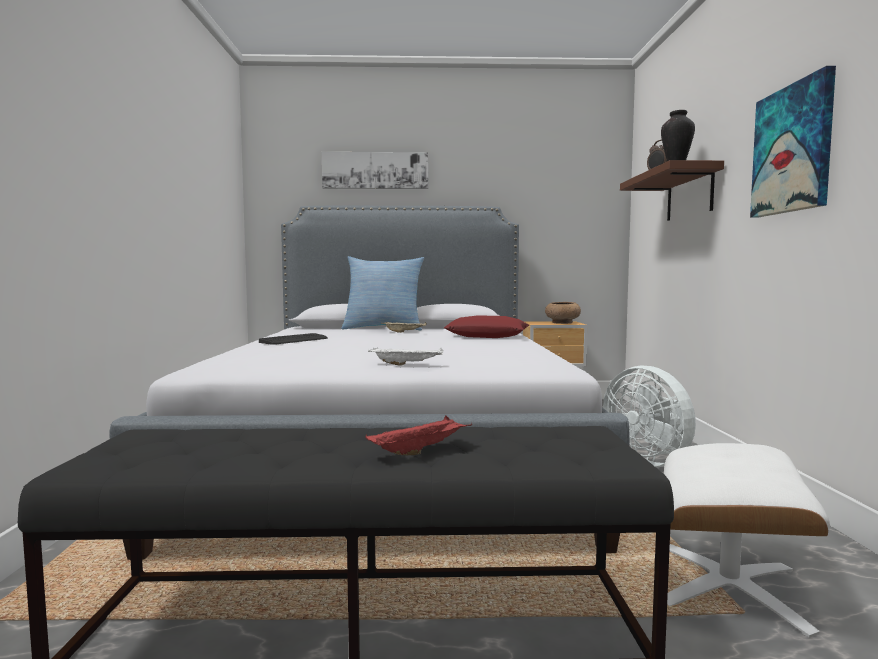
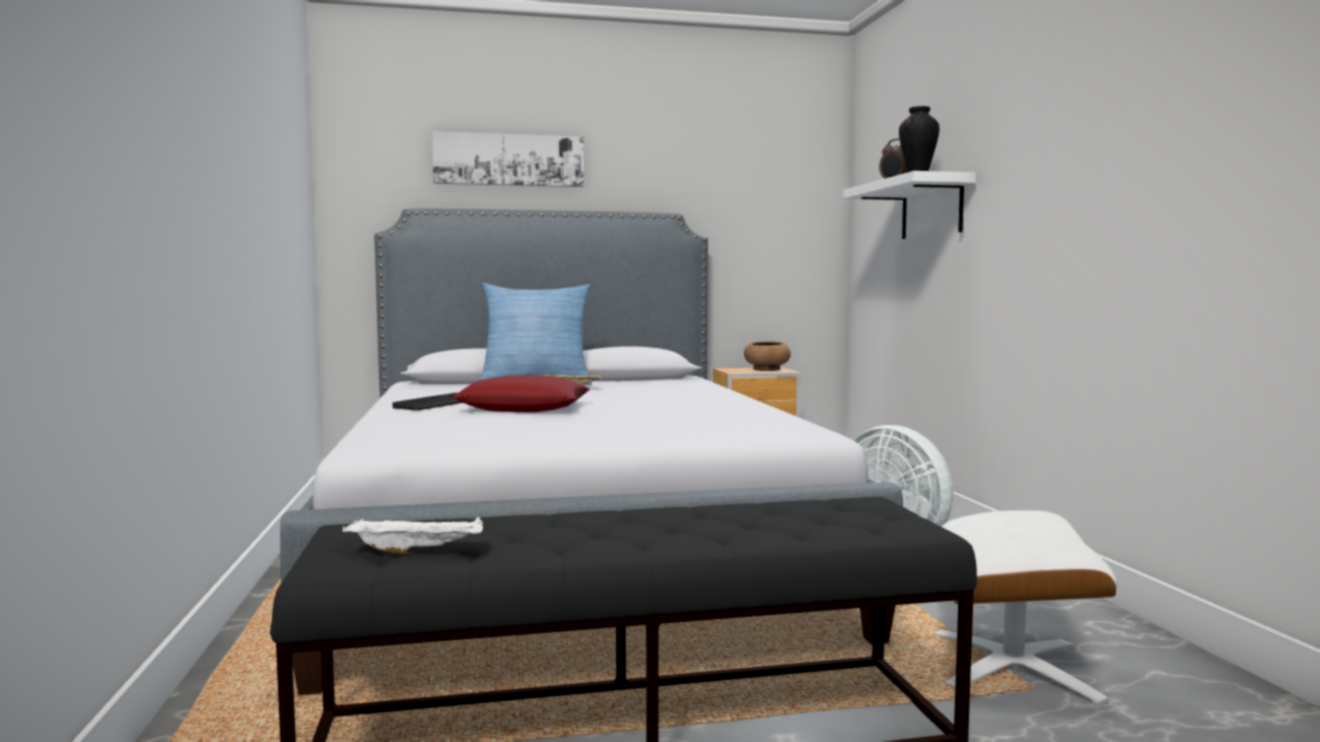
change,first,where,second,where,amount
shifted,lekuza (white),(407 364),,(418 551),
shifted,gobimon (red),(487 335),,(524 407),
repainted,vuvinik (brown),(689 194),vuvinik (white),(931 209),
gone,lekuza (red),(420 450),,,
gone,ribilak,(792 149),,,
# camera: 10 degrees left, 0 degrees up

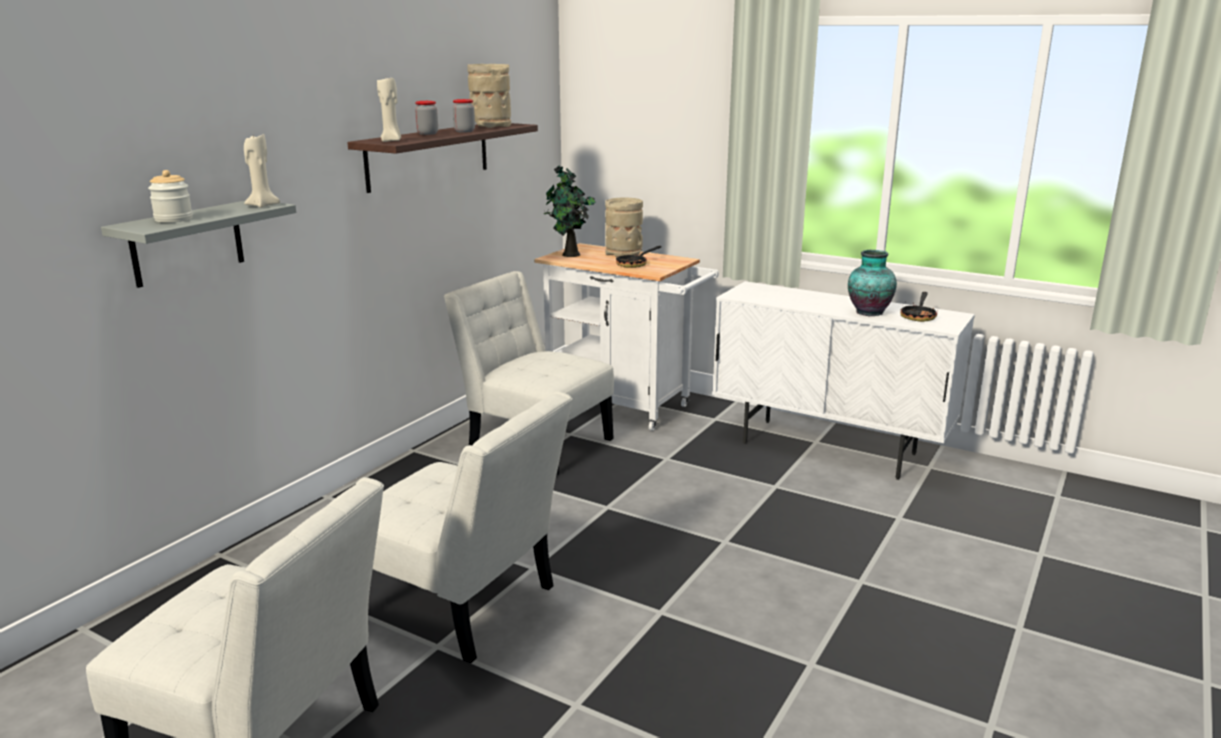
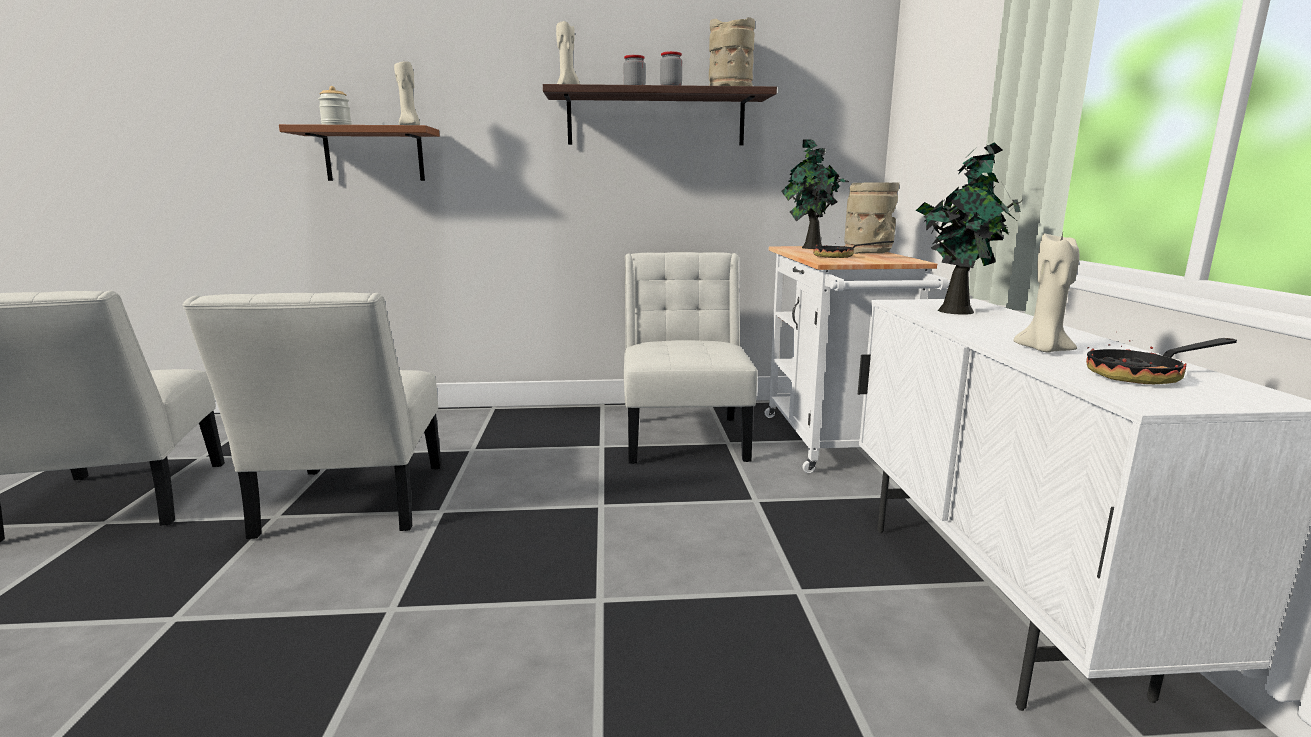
change,first,where,second,where,amount
repainted,vuvinik (grey),(187 243),vuvinik (brown),(374 155),
new,,,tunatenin,(956 310),
swapped,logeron,(868 312),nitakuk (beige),(1043 350),
# camera: 55 degrees right, 5 degrees down

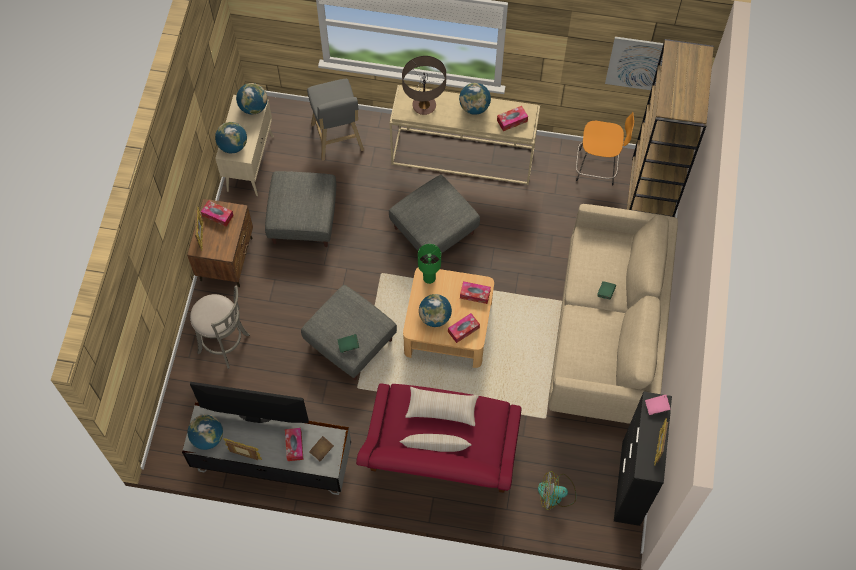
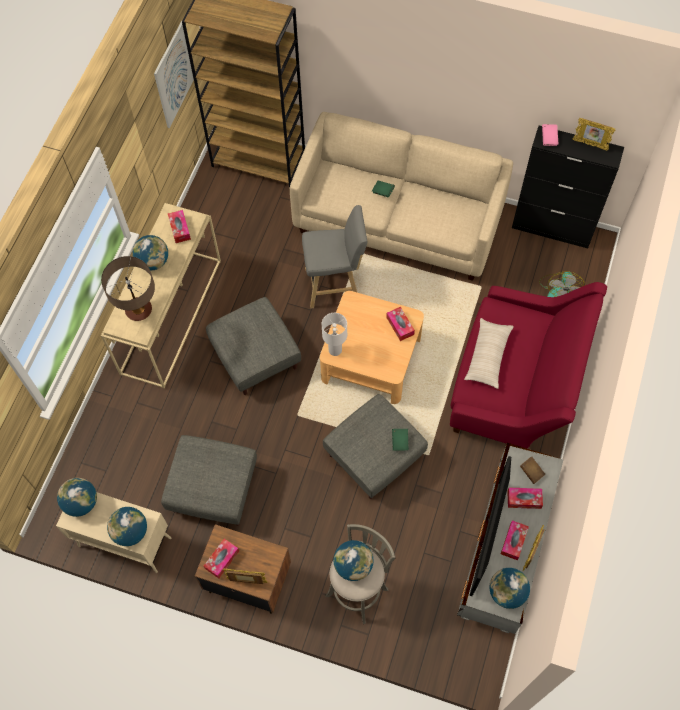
change,first,where,second,where,amount
shifted,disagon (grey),(338 140),,(335 285),
repainted,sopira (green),(429 278),sopira (white),(334 350),
shifted,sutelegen,(435 317),,(353 565),
shifted,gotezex,(475 294),,(513 541),
gone,gobimon (beige),(435 447),,,
gone,disagon (orange),(598 167),,,
# camera: 80 degrees left, 0 degrees up

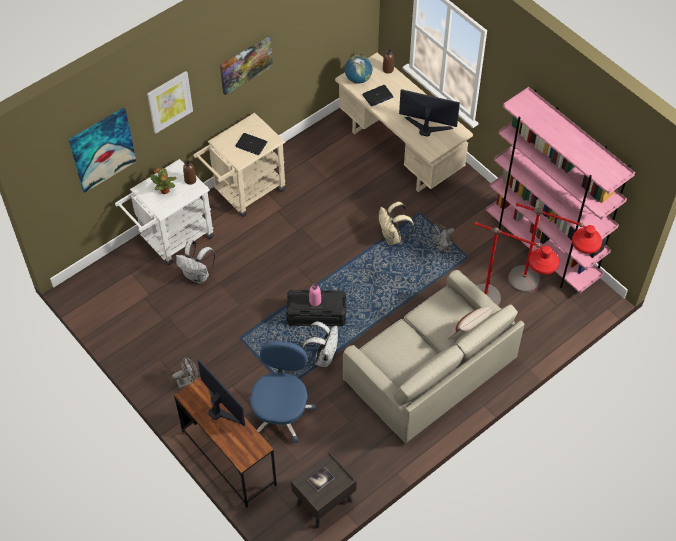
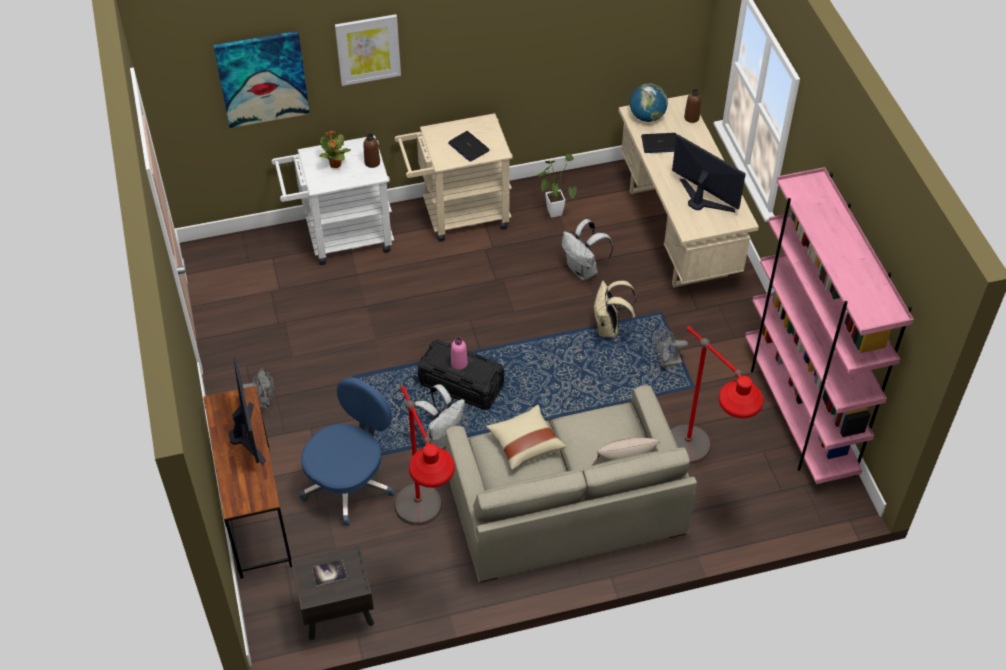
change,first,where,second,where,amount
shifted,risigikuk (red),(540 294),,(426 533),
new,,,gobimon (beige),(525 444),
new,,,tunatenin,(553 210),
shifted,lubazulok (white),(198 275),,(584 270),
gone,ribilak,(245 64),,,
# camera: 25 degrees right, 5 degrees down

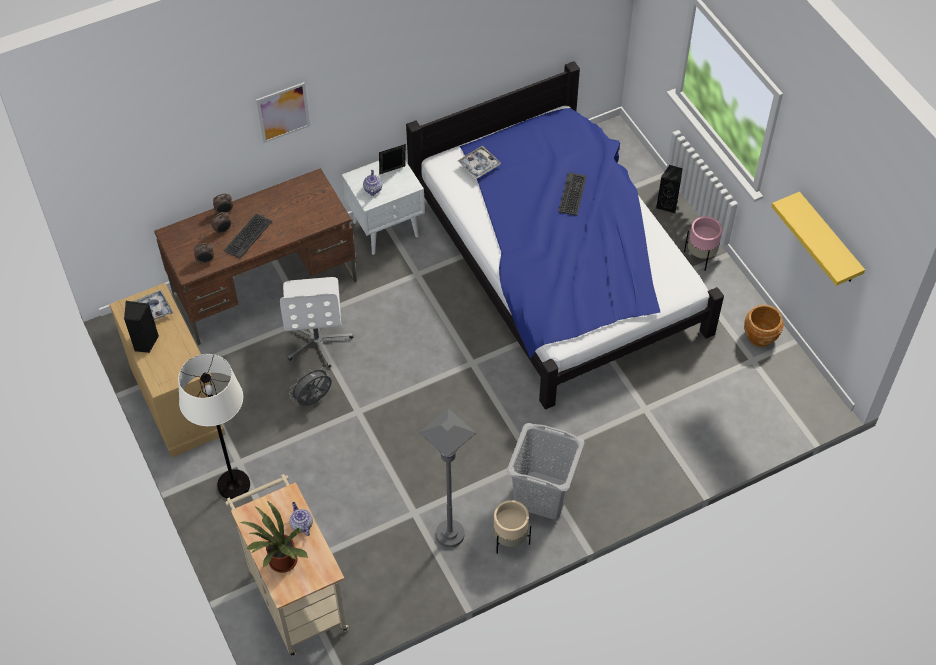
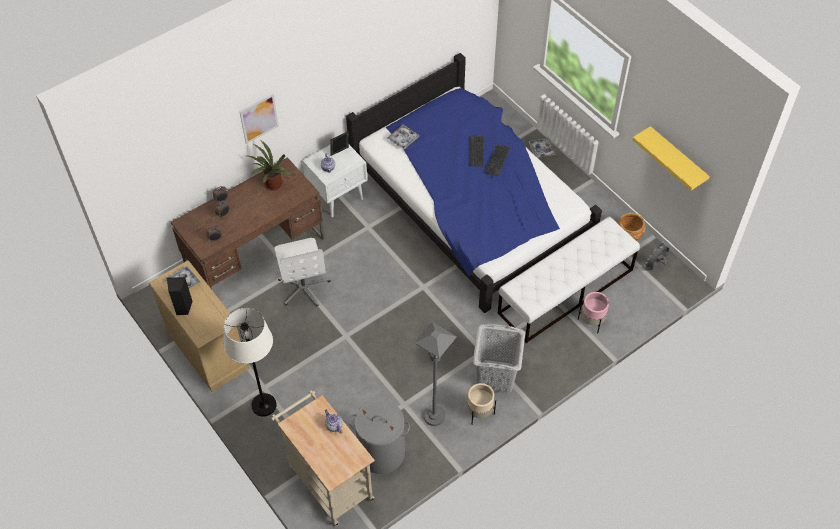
change,first,where,second,where,amount
shifted,tunatenin,(280 562),,(272 185),
new,,,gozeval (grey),(381 453),
shifted,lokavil,(247 236),,(497 160),
new,,,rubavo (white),(566 291),
swapped,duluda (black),(668 204),lekuza,(541 150),
shifted,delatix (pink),(700 257),,(591 322),
shifted,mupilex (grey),(314 400),,(655 266),
# camera: 10 degrees left, 0 degrees up

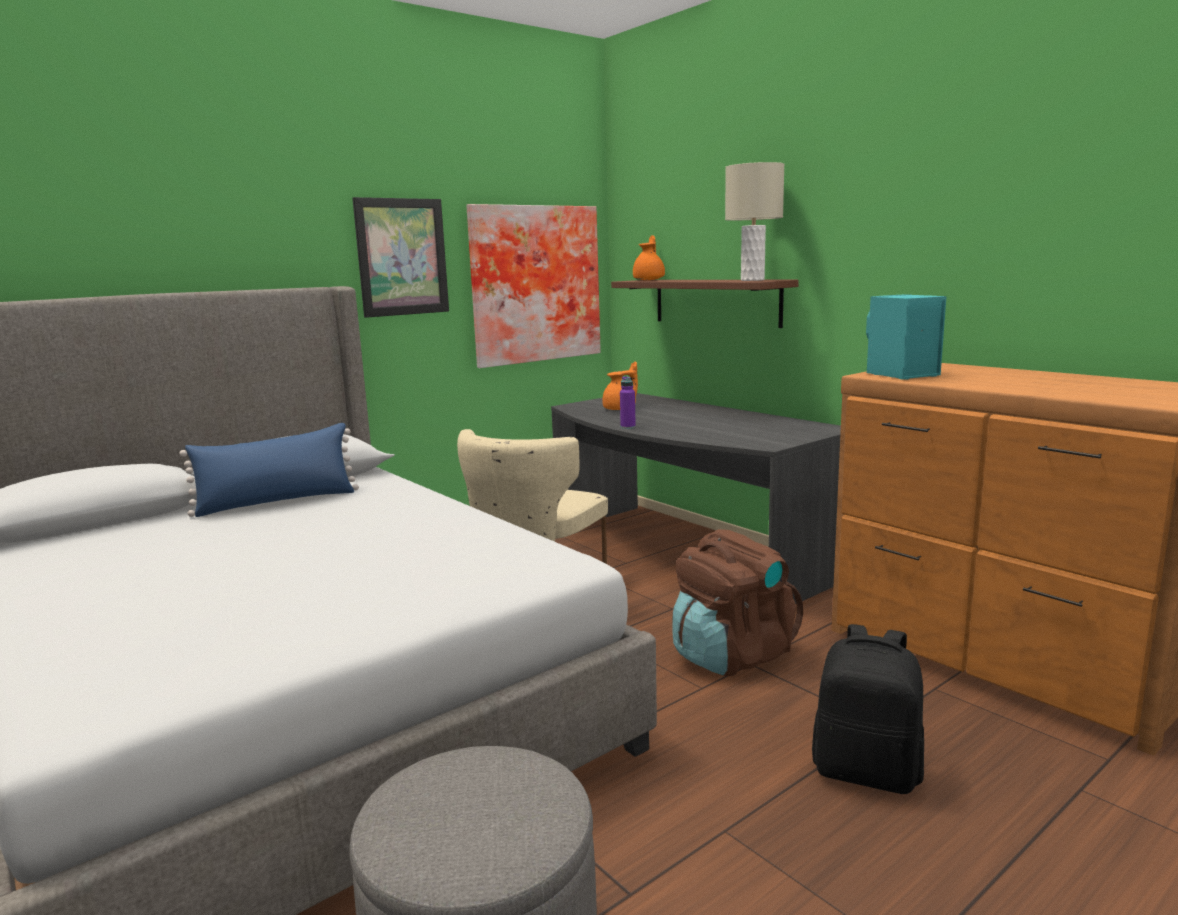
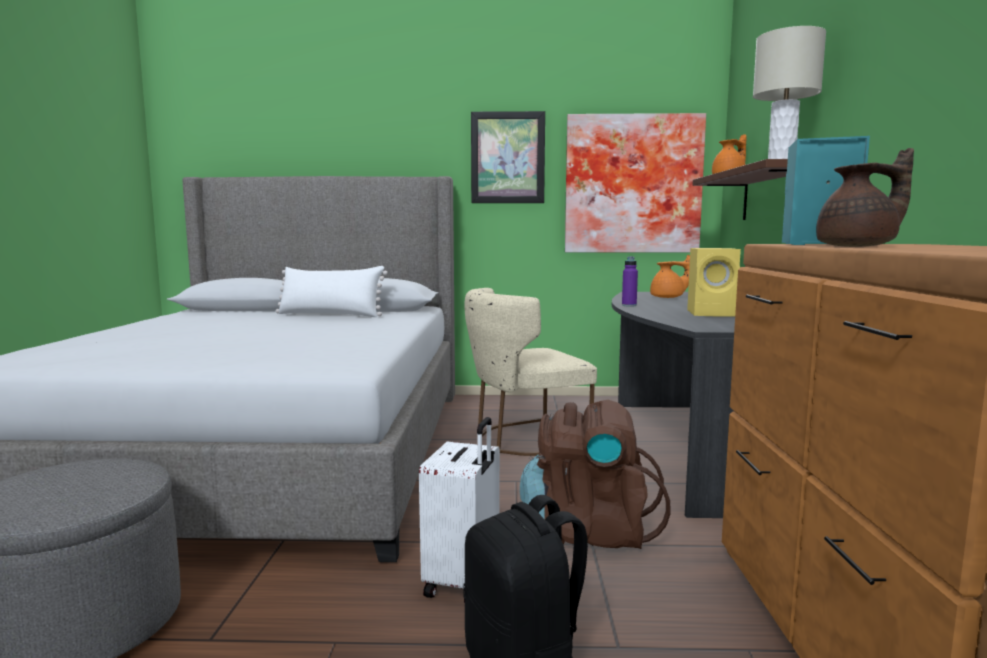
change,first,where,second,where,amount
repainted,gobimon (blue),(277 502),gobimon (white),(330 315),
new,,,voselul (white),(464 581),
new,,,duluda (yellow),(713 314),
new,,,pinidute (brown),(860 246),
# camera: 40 degrees right, 5 degrees down

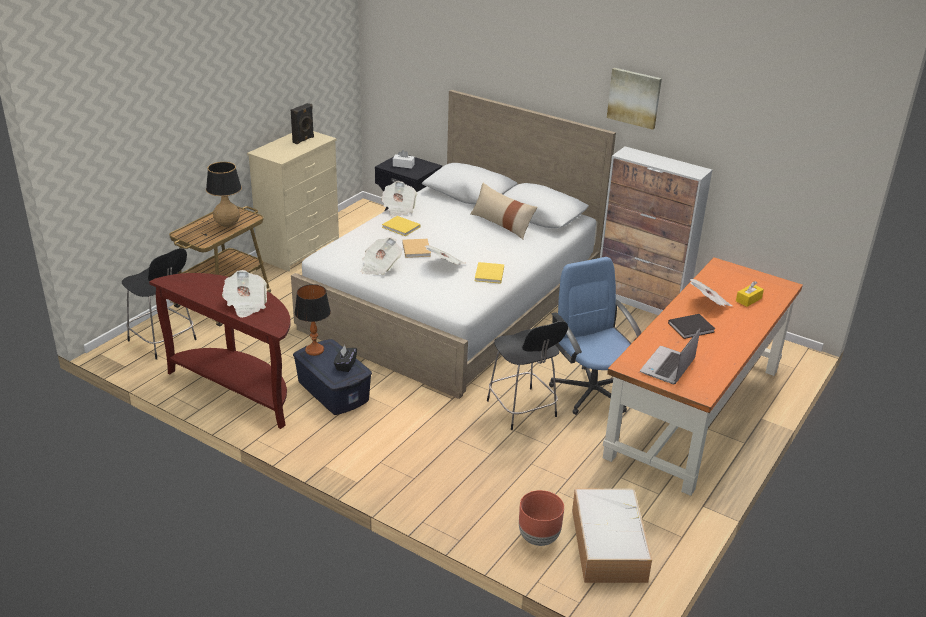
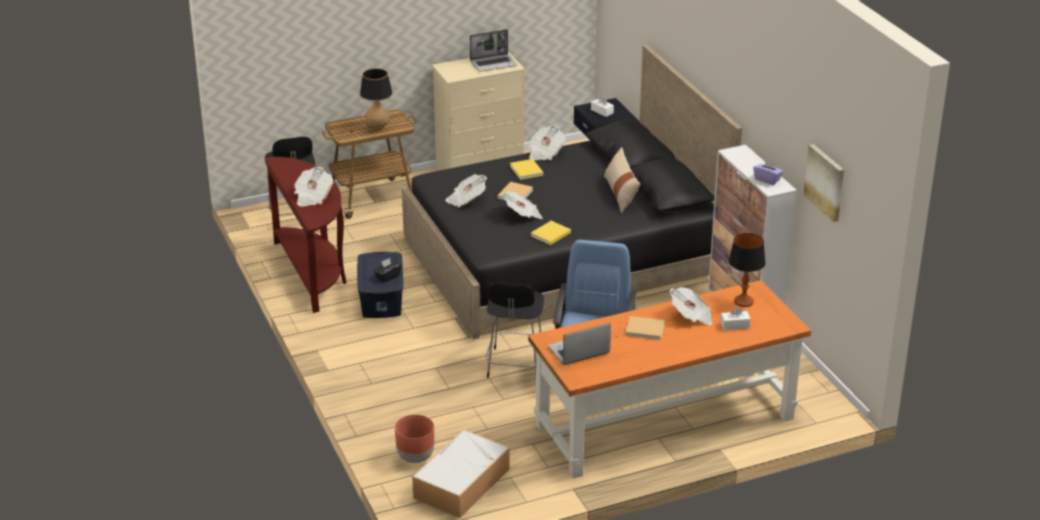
change,first,where,second,where,amount
repainted,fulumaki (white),(454 302),fulumaki (black),(564 260),
swapped,duluda (black),(304 140),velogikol,(494 63),
repainted,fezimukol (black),(692 327),fezimukol (beige),(646 329),
repainted,gotezex (yellow),(748 300),gotezex (white),(735 325),
shifted,sopira,(315 350),,(744 302),
new,,,gotezex (purple),(767 179),
shifted,ribilak,(634 97),,(825 182),
# camera: 35 degrees right, 0 degrees up

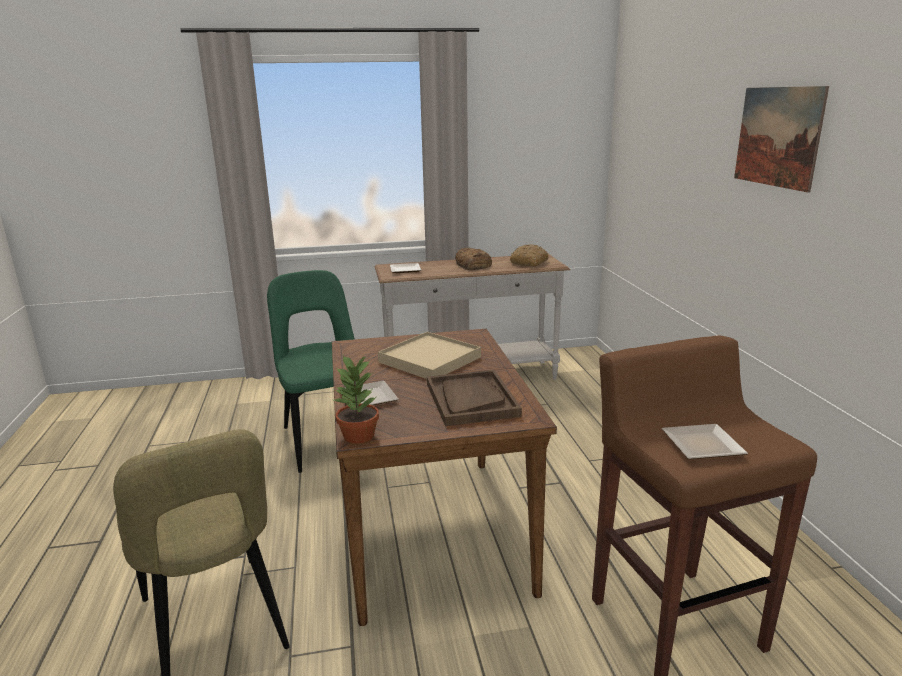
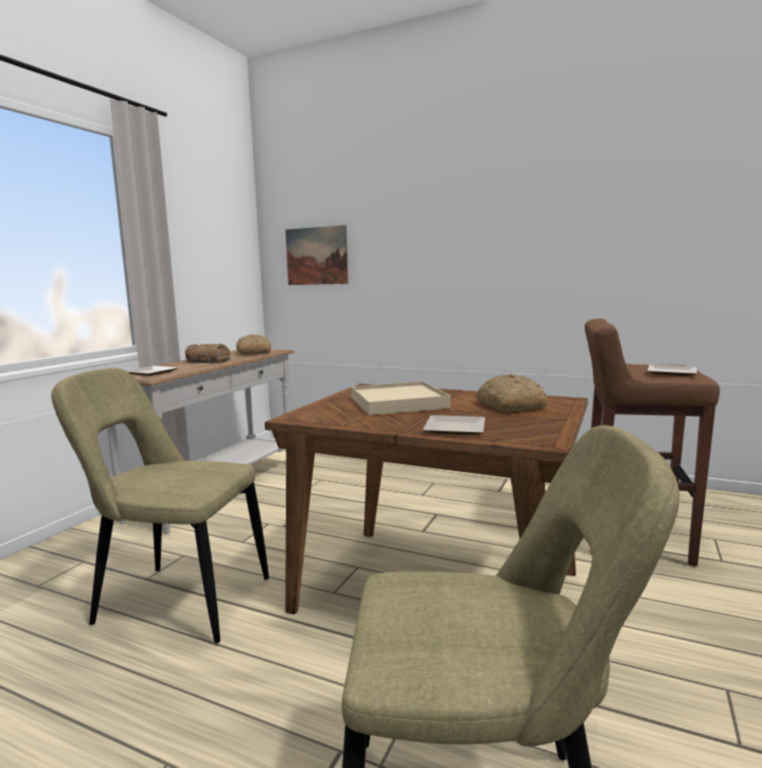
change,first,where,second,where,amount
repainted,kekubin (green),(327 439),kekubin (beige),(176 601),
shifted,ribilak,(777 137),,(316 256),
swapped,lekuza (brown),(471 399),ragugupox,(509 405),
gone,tunatenin,(359 436),,,
# camera: 55 degrees left, 10 degrees down

